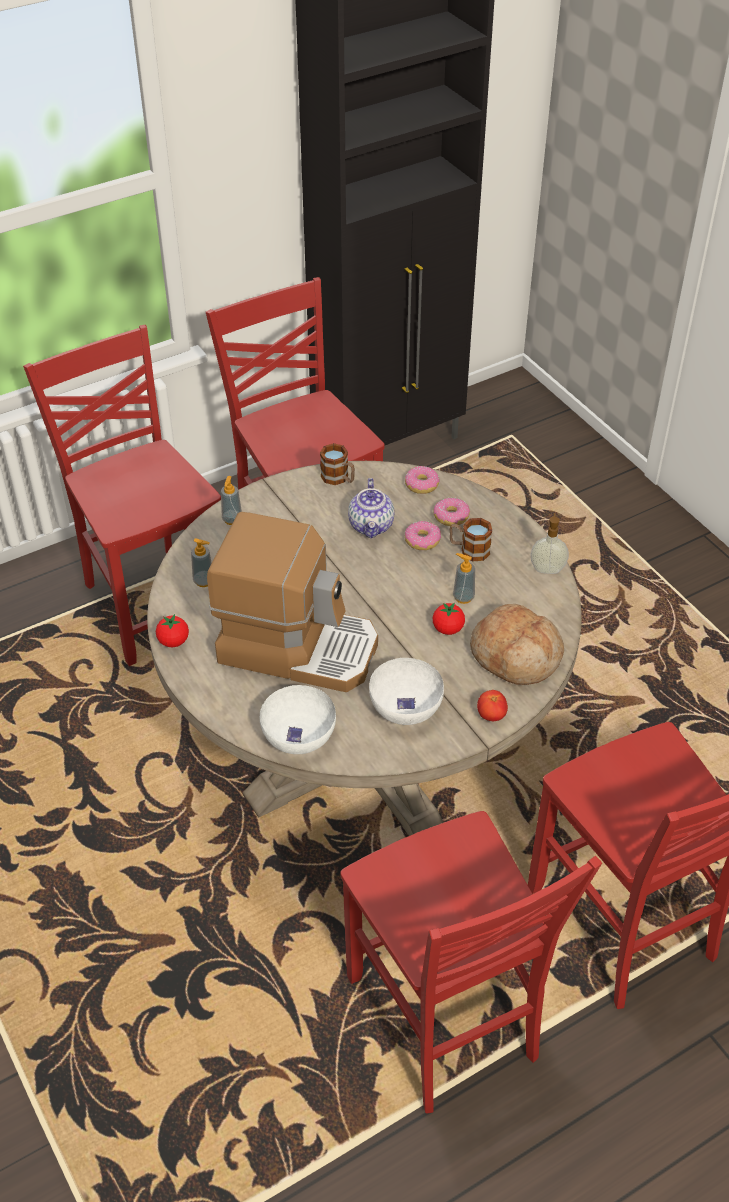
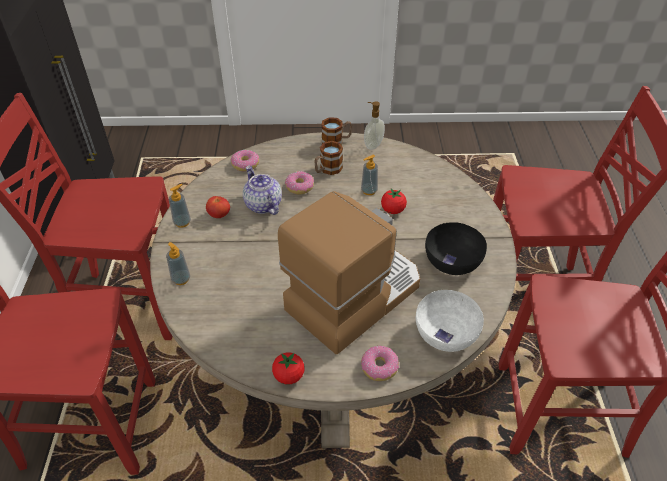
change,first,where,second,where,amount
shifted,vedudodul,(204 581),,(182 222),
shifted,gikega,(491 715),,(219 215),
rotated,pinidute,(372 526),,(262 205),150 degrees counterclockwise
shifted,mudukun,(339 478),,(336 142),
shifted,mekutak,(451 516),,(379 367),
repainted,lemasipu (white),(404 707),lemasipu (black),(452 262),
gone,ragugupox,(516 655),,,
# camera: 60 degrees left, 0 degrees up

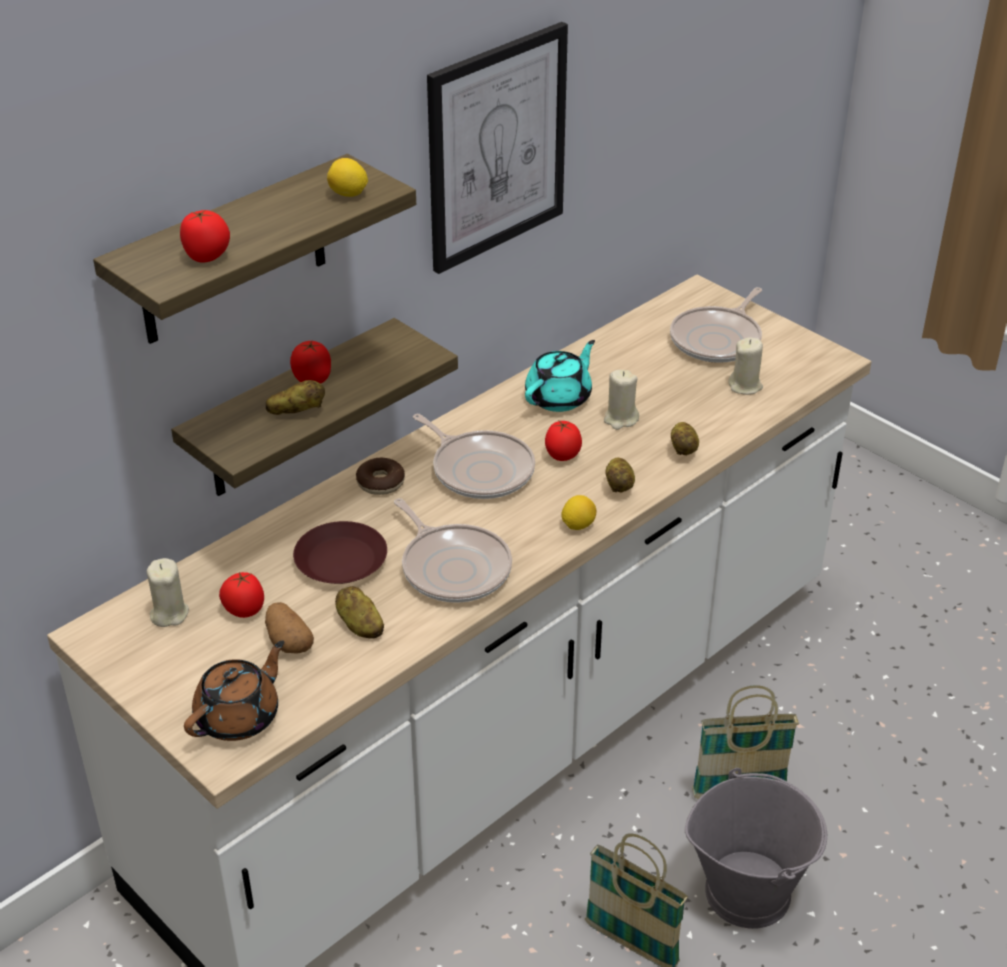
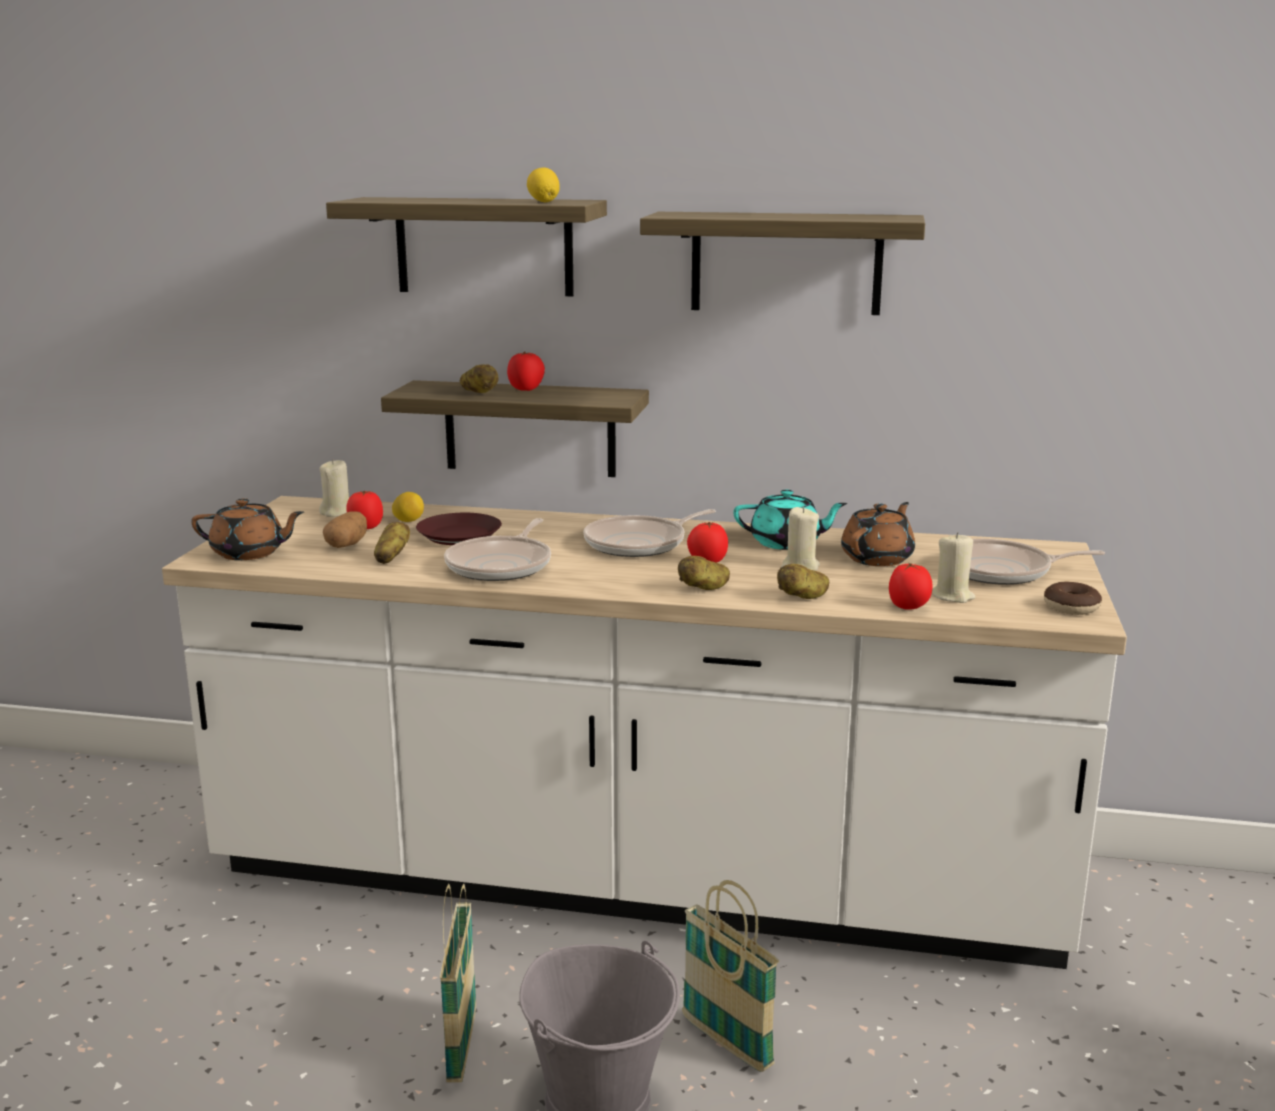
change,first,where,second,where,amount
shifted,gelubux,(578 525),,(408 521),
rotated,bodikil,(479 469),,(640 544),45 degrees clockwise
swapped,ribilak,(496 147),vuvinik,(786 263),
new,,,pinidute (brown),(878 558),
shifted,gikega,(207 257),,(909 607),
shifted,mekutak,(380 483),,(1071 607),
# camera: 55 degrees right, 20 degrees down

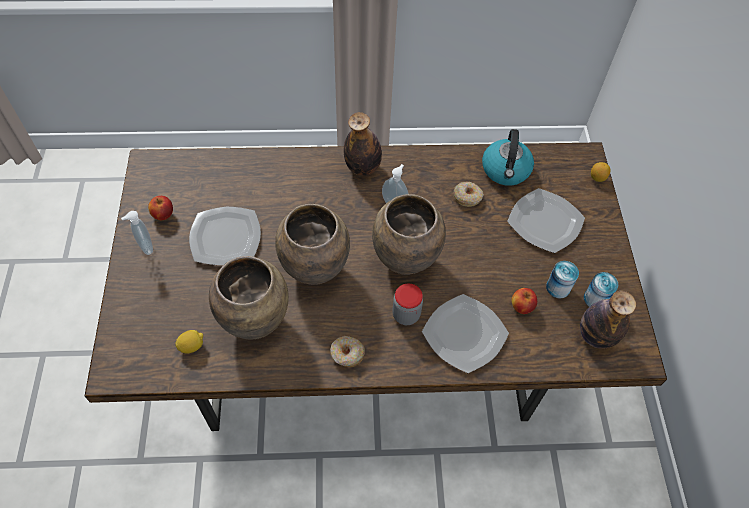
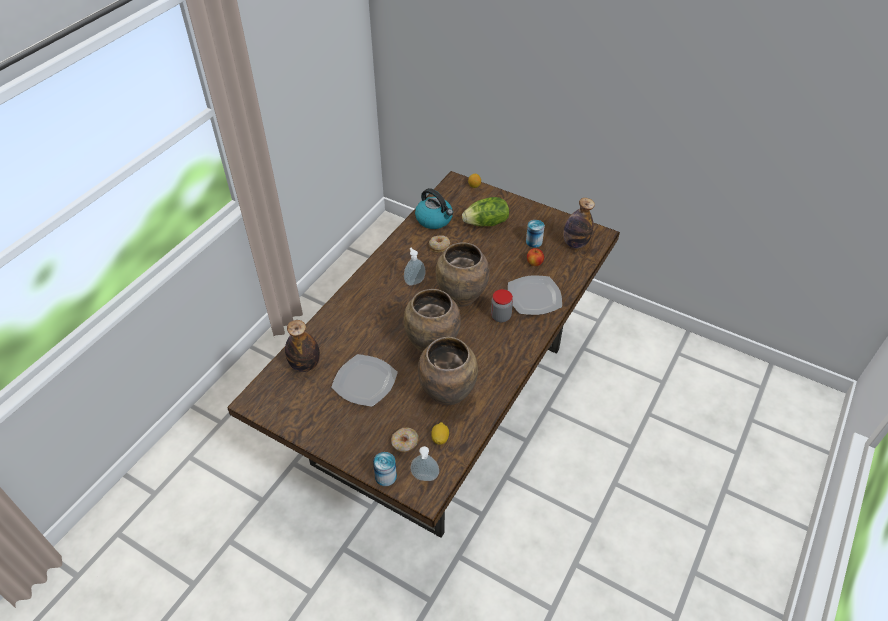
change,first,where,second,where,amount
shifted,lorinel,(363 167),,(305 364),
shifted,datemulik,(595 299),,(385 476),
shifted,mekutak,(347 354),,(405 443),
shifted,vedudodul,(145 247),,(424 478),
swapped,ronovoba,(545 223),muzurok,(486 223),
gone,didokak,(163 214),,,
# camera: 55 degrees left, 10 degrees down

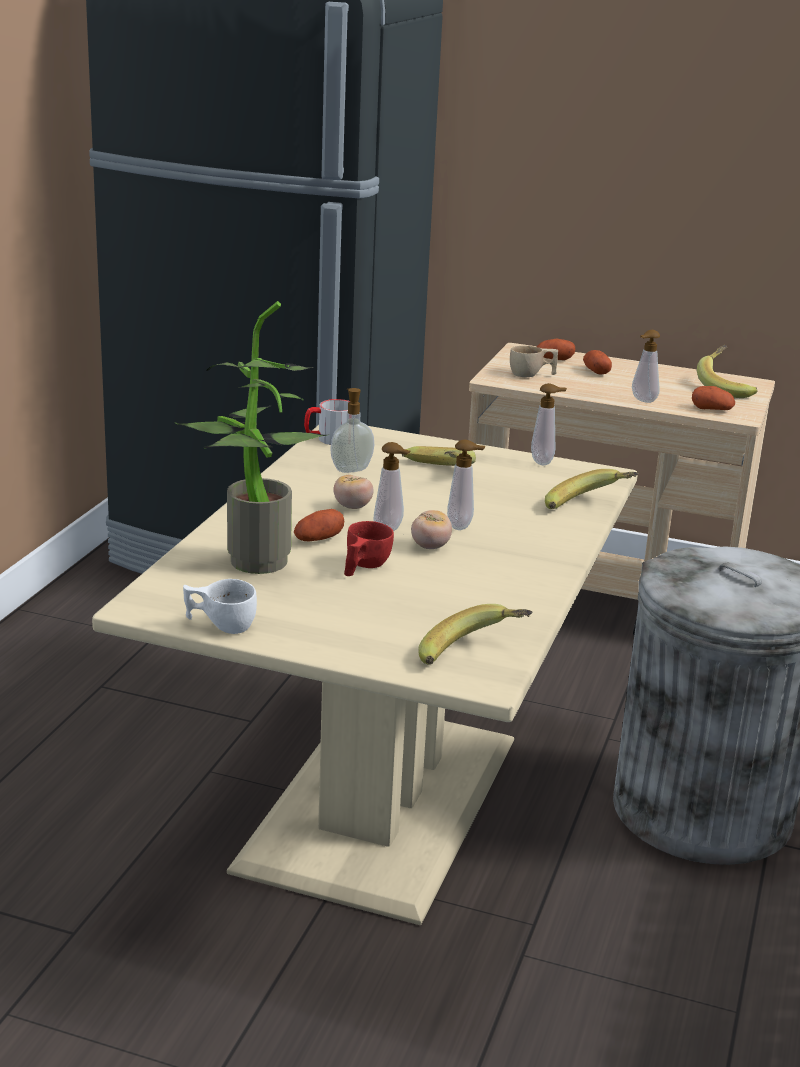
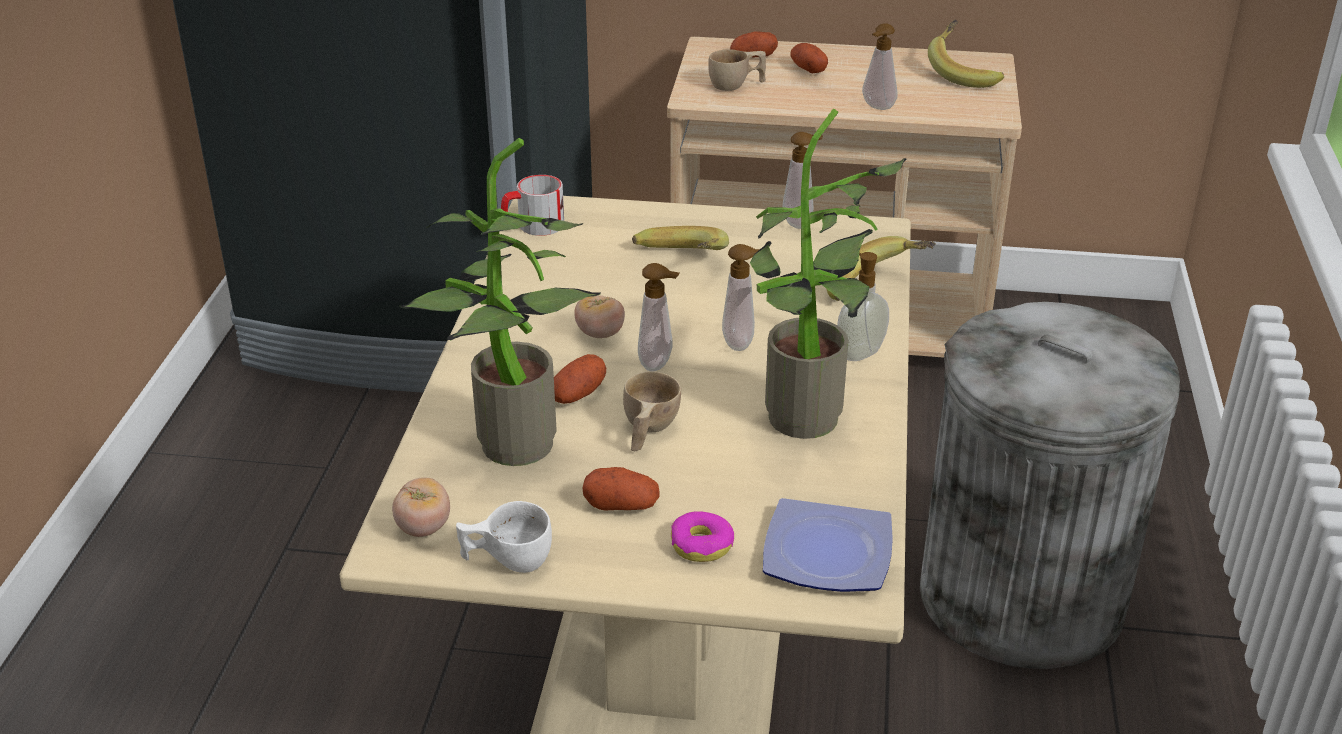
change,first,where,second,where,amount
shifted,gikega,(430 546),,(423 528),
shifted,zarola,(711 409),,(621 505),
repainted,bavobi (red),(363 567),bavobi (beige),(647 431),
new,,,mekutak,(702 545),
new,,,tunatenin,(808 424),
swapped,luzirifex,(473 657),ronovoba,(829 555),
shifted,vedudodul,(351 469),,(859 352),
# camera: 10 degrees left, 10 degrees up

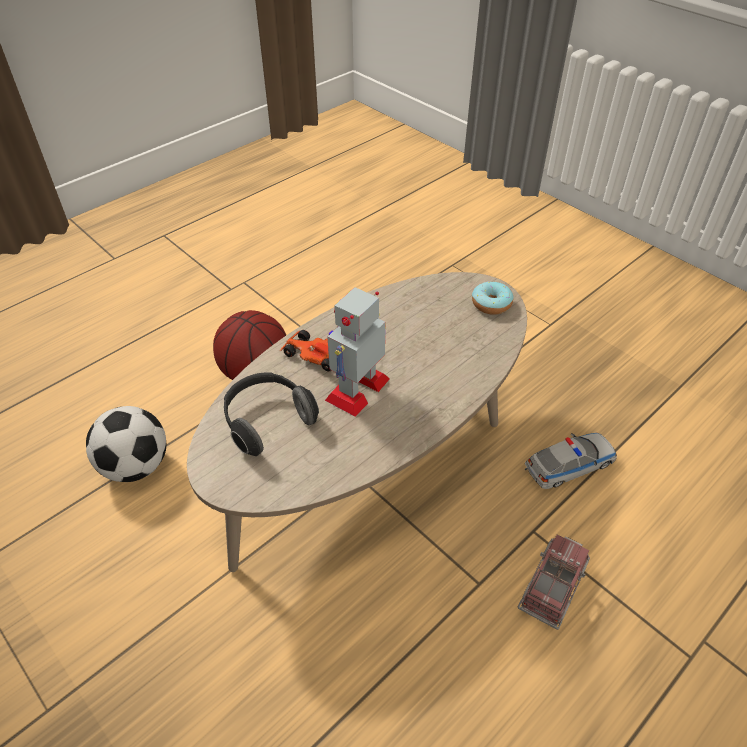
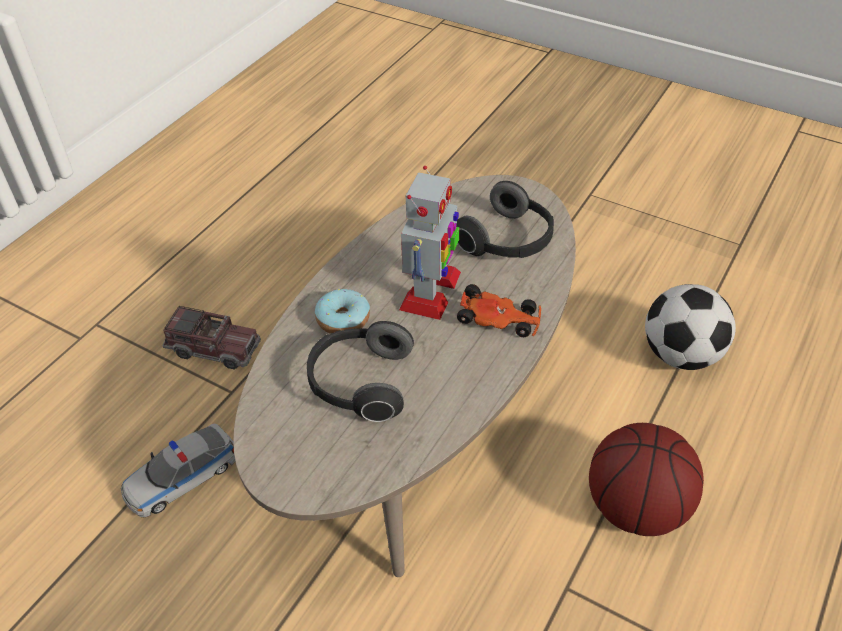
change,first,where,second,where,amount
rotated,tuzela,(553 586),,(214 348),90 degrees counterclockwise
new,,,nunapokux,(360 384),
shifted,mekutak,(491 304),,(343 319),
# camera: 165 degrees right, 0 degrees up

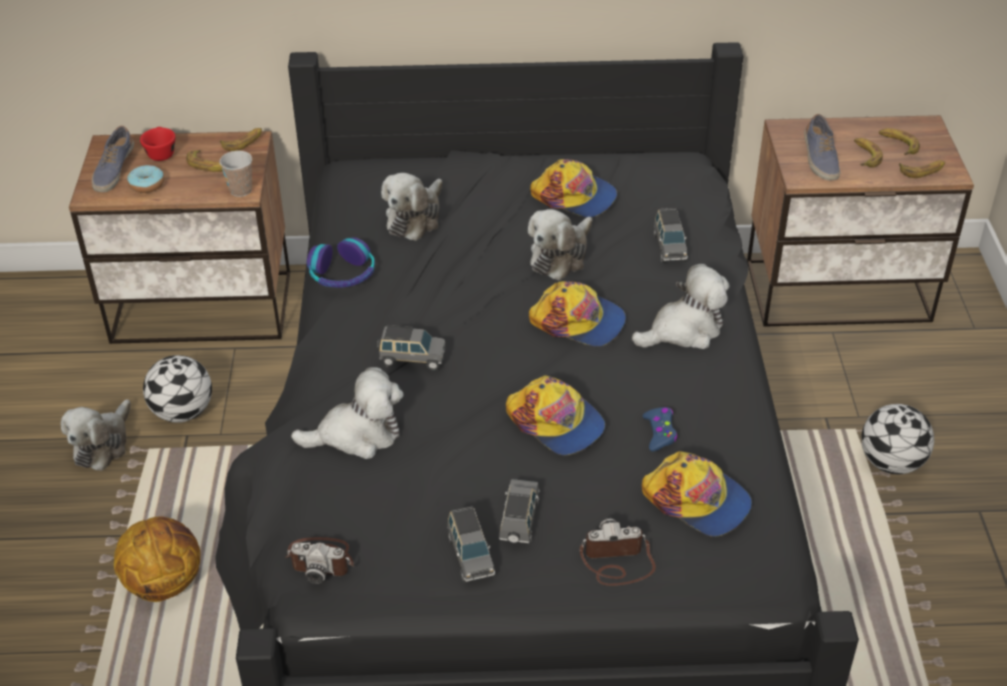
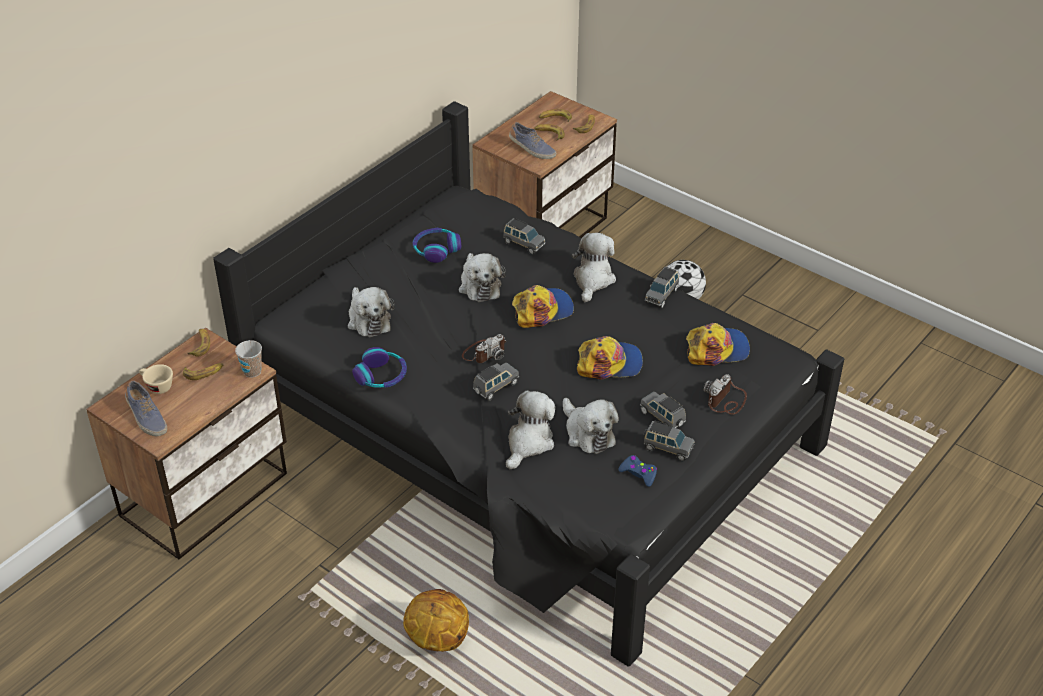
change,first,where,second,where,amount
repainted,bavobi (red),(160 152),bavobi (beige),(156 386),
swapped,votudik,(575 197),nunapokux,(436 249),
shifted,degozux,(321 560),,(484 353),
shifted,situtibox,(103 444),,(587 433),
shifted,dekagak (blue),(659 433),,(638 473),
new,,,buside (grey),(661 295),
gone,mekutak,(147 185),,,
gone,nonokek,(183 412),,,
# camera: 50 degrees left, 0 degrees up

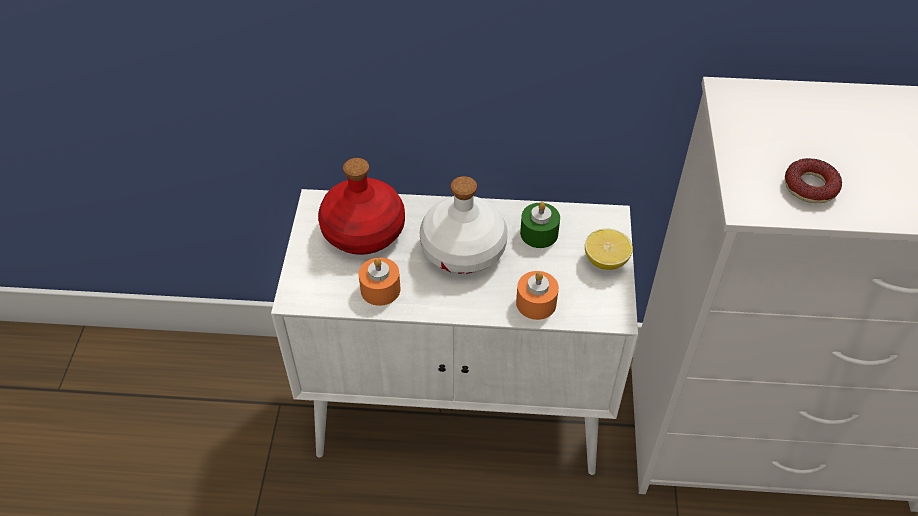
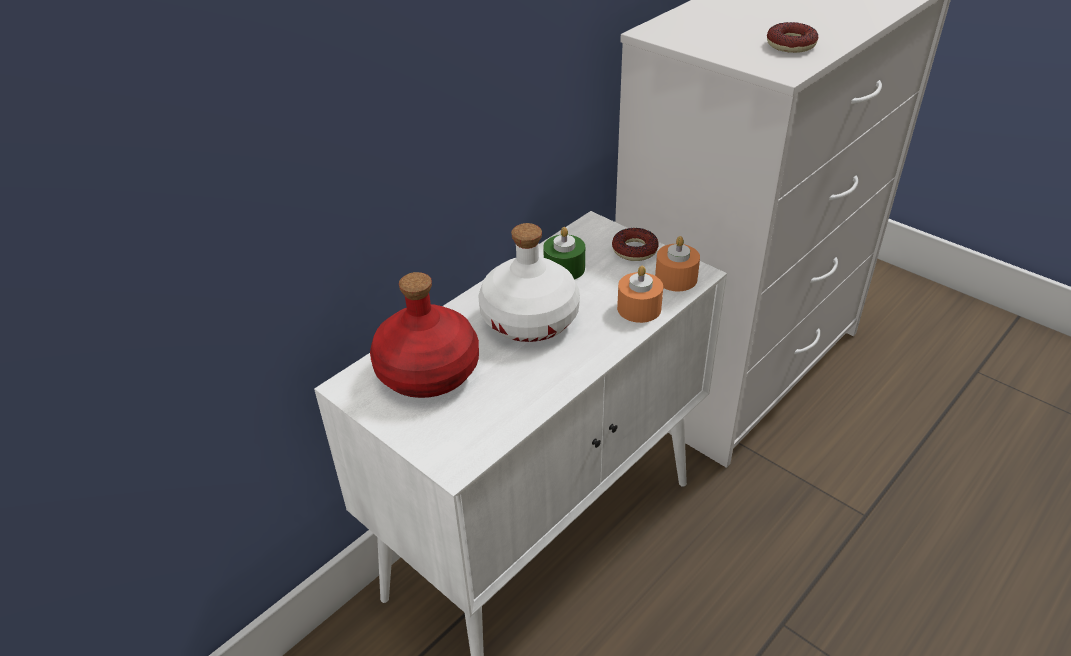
change,first,where,second,where,amount
swapped,gelubux,(606 261),mekutak,(634 250),
shifted,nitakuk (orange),(380 289),,(676 278),
# camera: 50 degrees left, 10 degrees down

